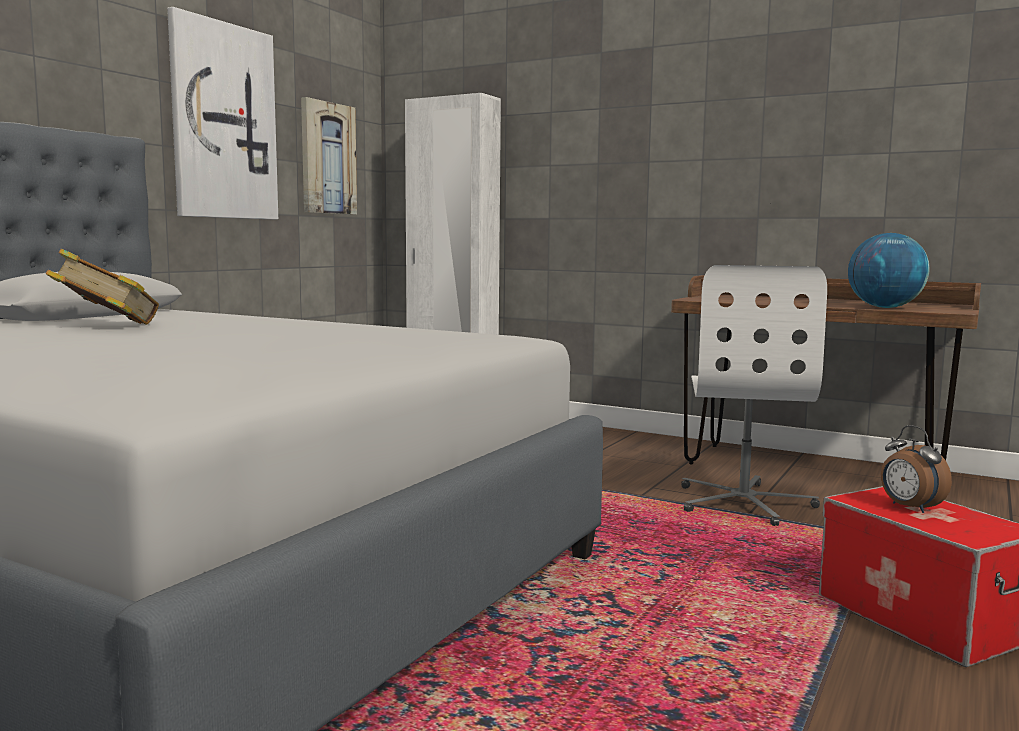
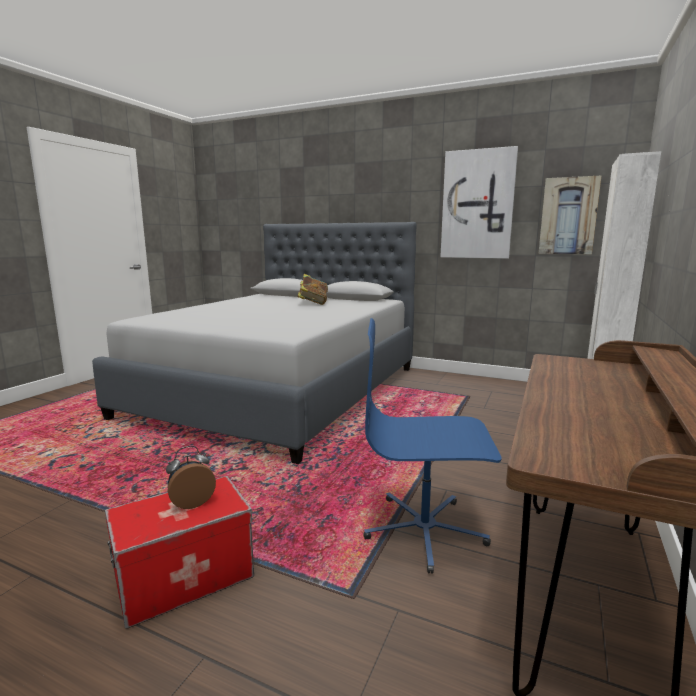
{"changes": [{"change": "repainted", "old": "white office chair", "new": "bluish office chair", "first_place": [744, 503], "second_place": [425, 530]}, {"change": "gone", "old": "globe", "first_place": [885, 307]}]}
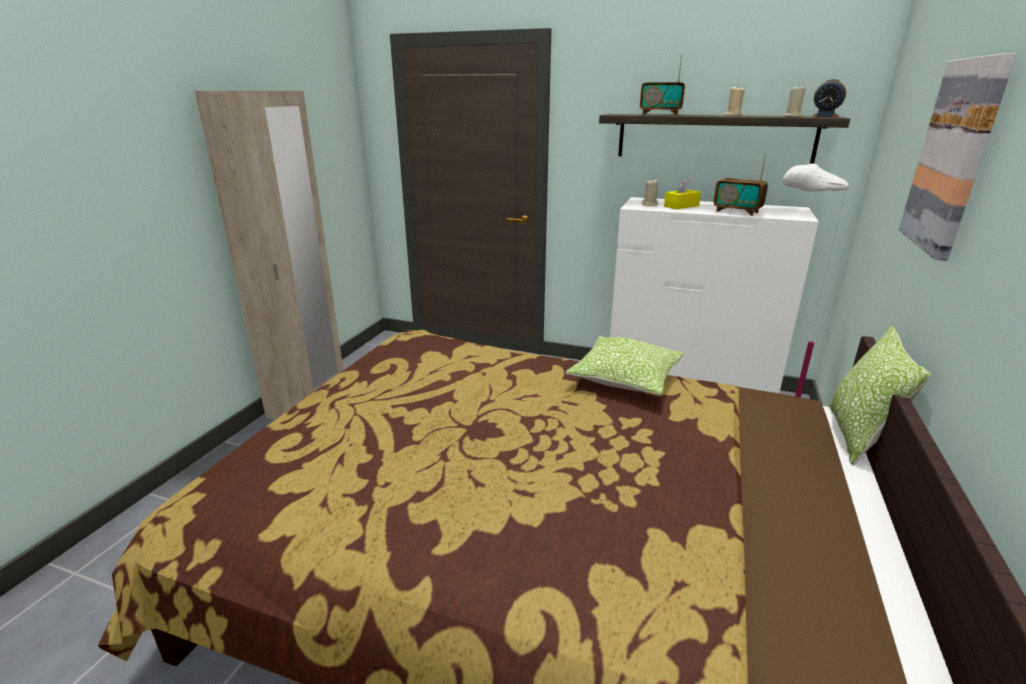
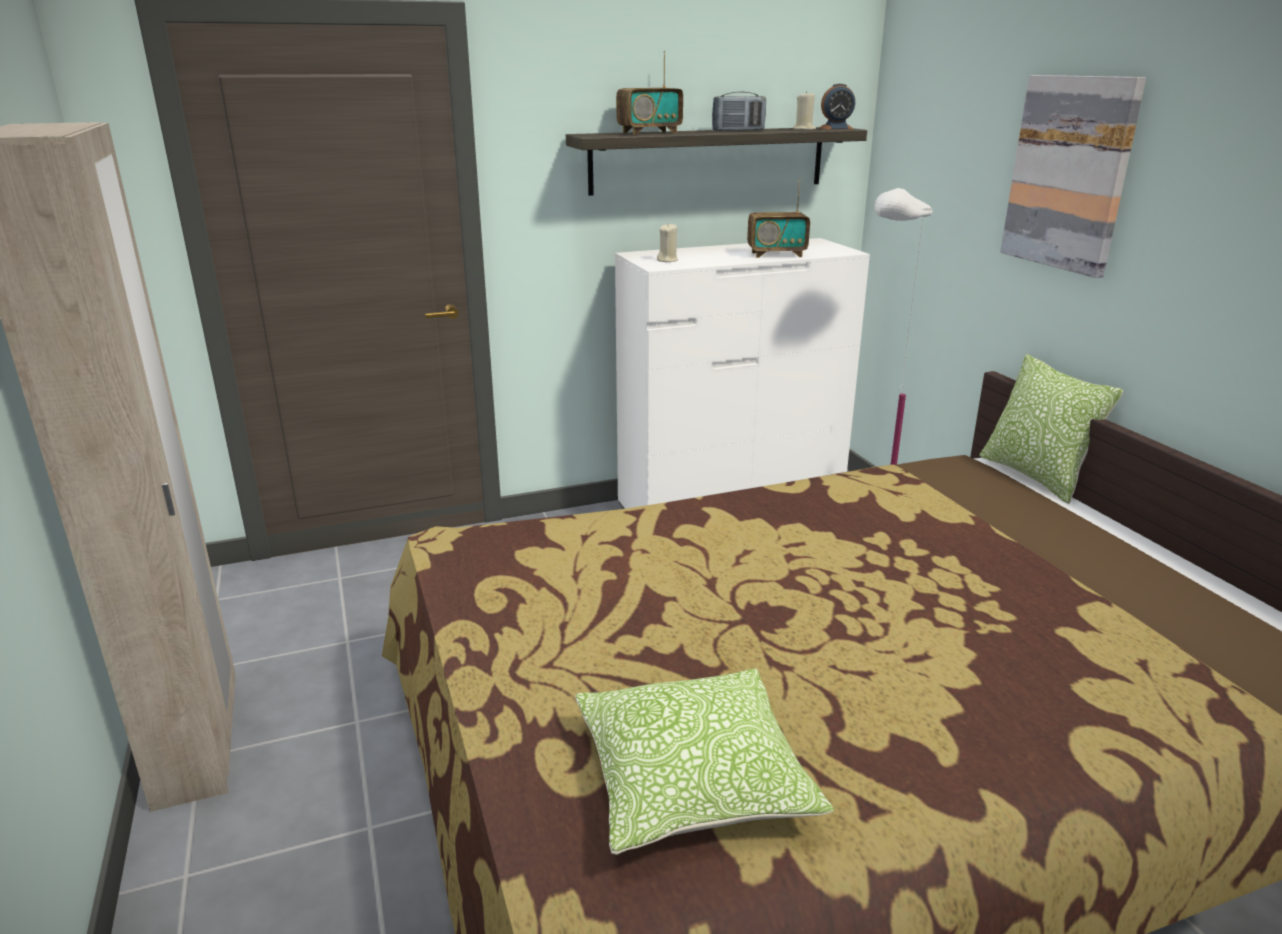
{"changes": [{"change": "shifted", "old": "pillow", "first_place": [625, 378], "second_place": [692, 779]}, {"change": "swapped", "old": "beige wax candle", "new": "radio receiver", "first_place": [733, 115], "second_place": [738, 130]}, {"change": "gone", "old": "yellowish tissue box", "first_place": [681, 206]}]}
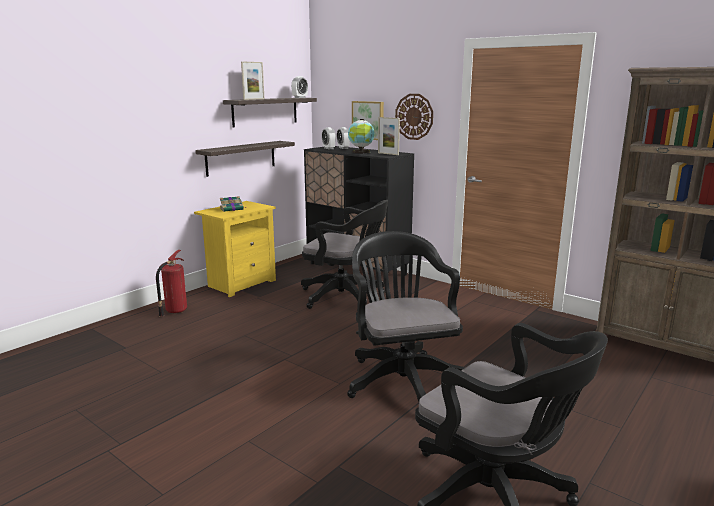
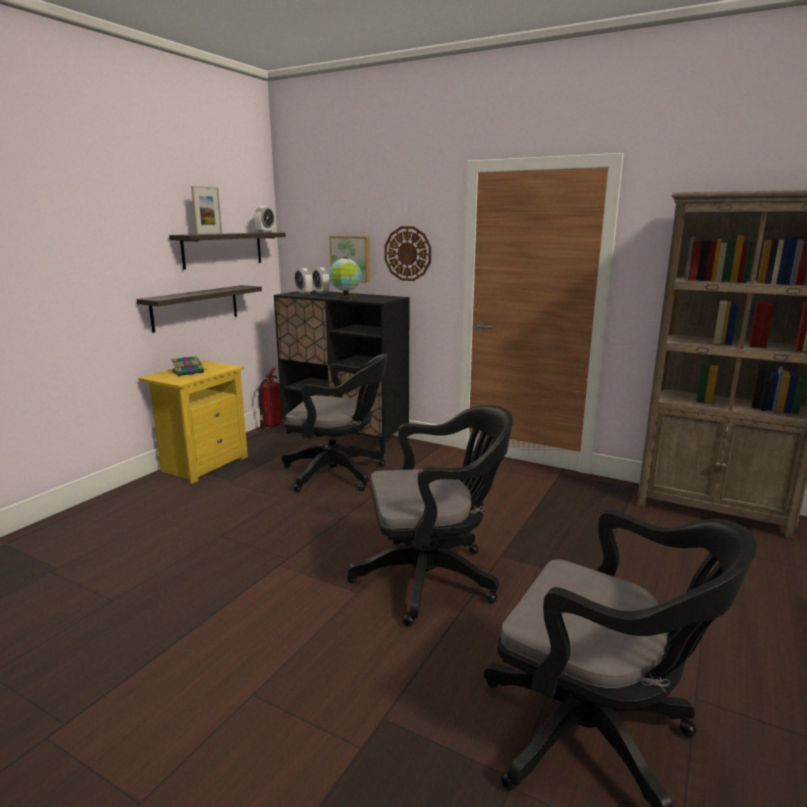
{"changes": [{"change": "shifted", "old": "fire-fighting cylinder", "first_place": [175, 311], "second_place": [271, 425]}, {"change": "rotated", "old": "black office chair", "first_place": [401, 379], "second_place": [432, 578], "degrees": 105}, {"change": "gone", "old": "photo frame", "first_place": [388, 154]}]}
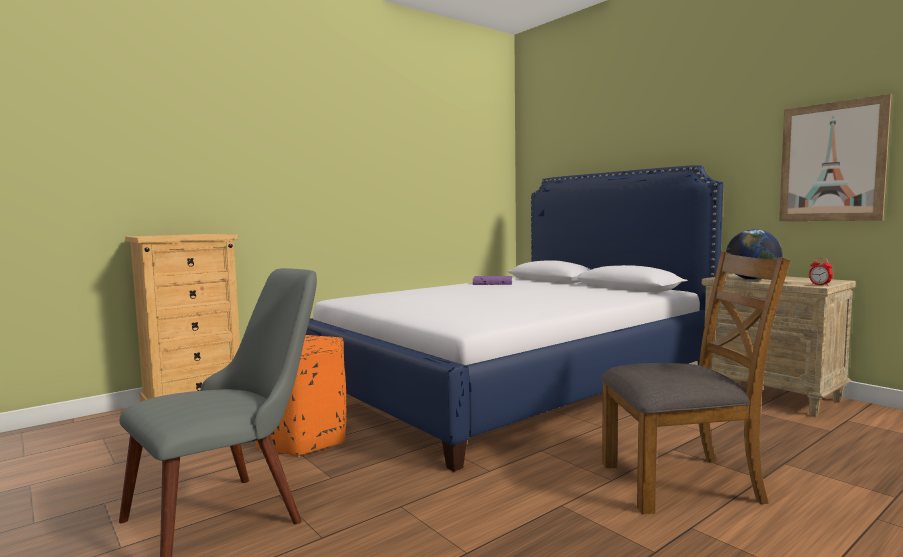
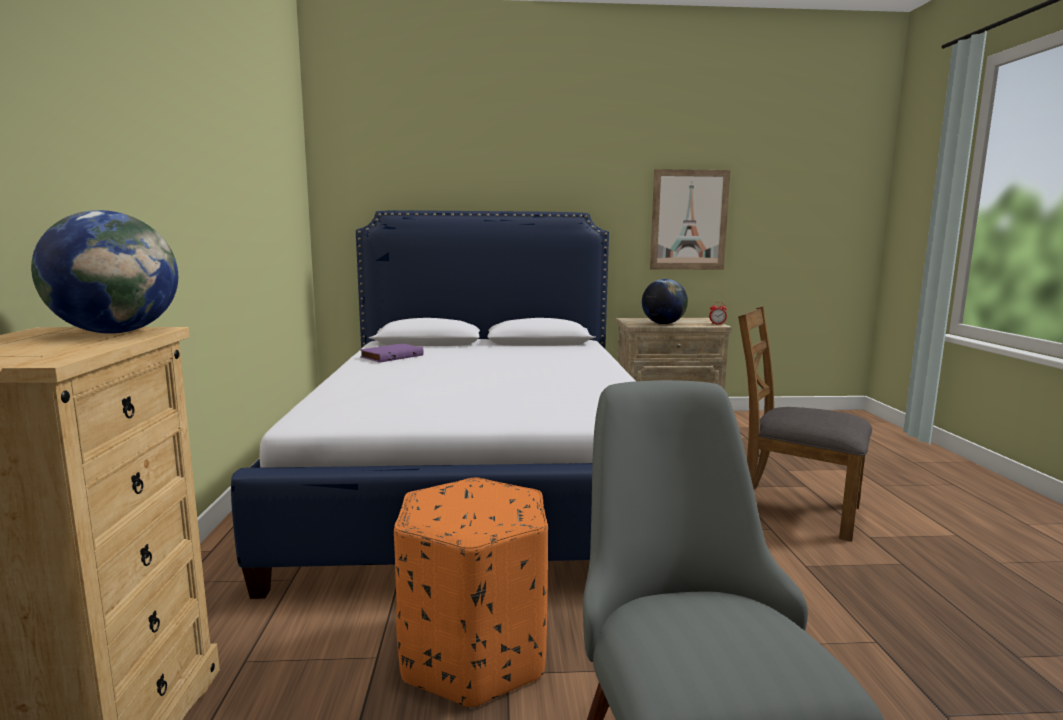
{"changes": [{"change": "new", "new": "globe", "second_place": [116, 332]}, {"change": "rotated", "old": "brown-coloured plain chair", "first_place": [681, 482], "second_place": [794, 509], "degrees": -90}]}
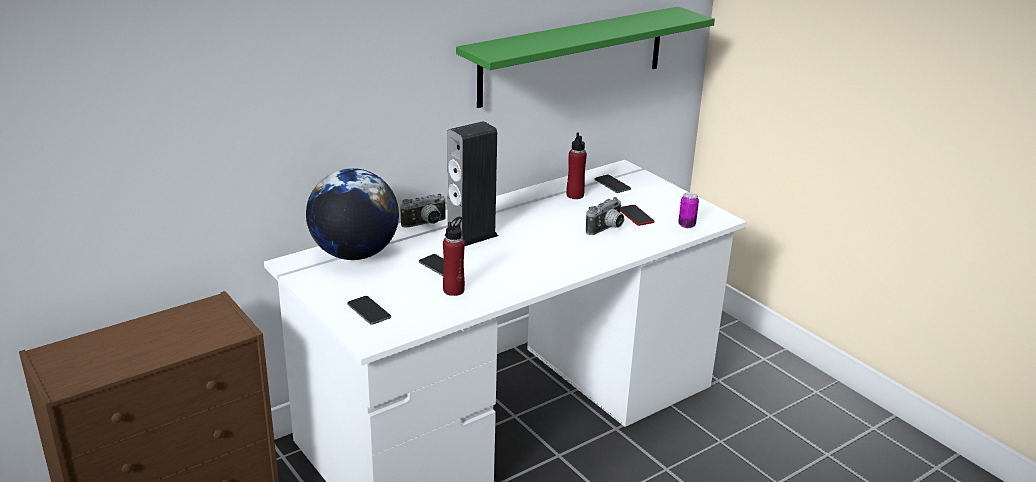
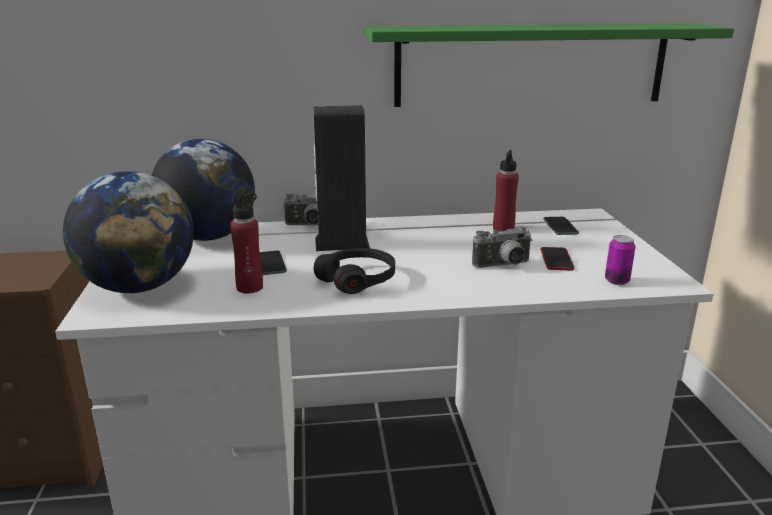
{"changes": [{"change": "swapped", "old": "phone", "new": "globe", "first_place": [369, 311], "second_place": [139, 287]}, {"change": "new", "new": "black headphones", "second_place": [357, 279]}]}
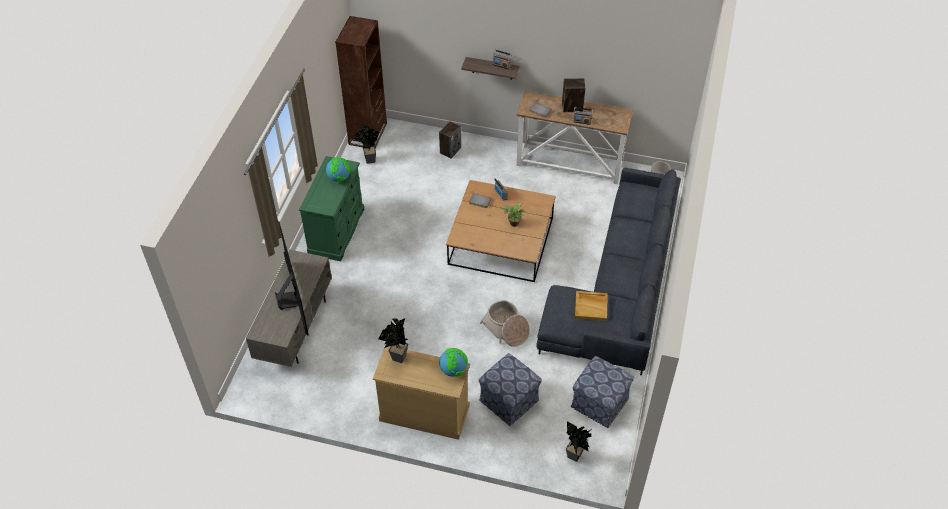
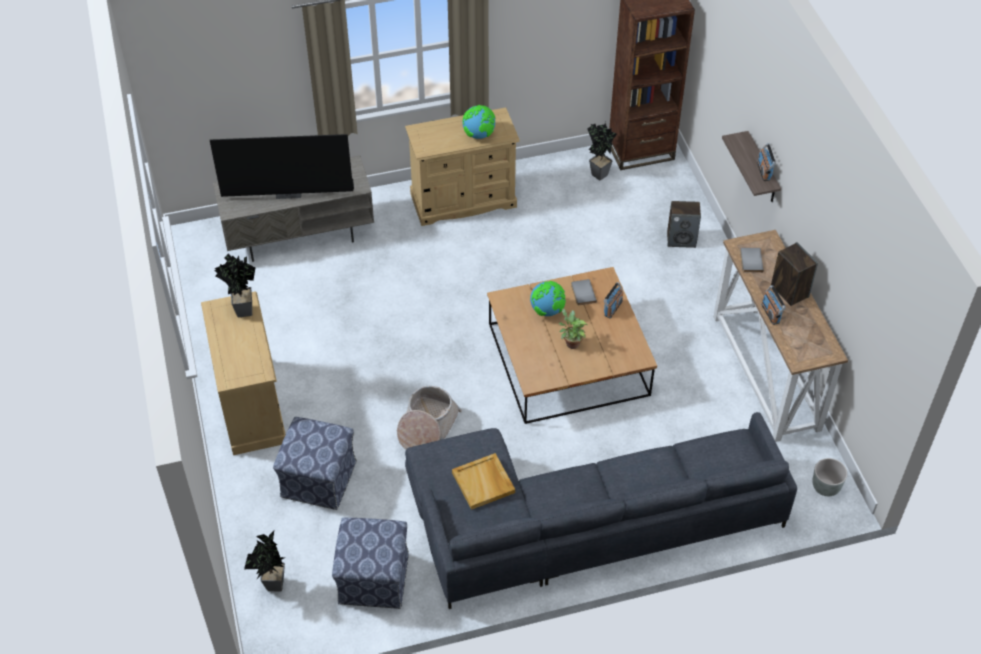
{"changes": [{"change": "rotated", "old": "television", "first_place": [291, 300], "second_place": [289, 192], "degrees": 45}, {"change": "repainted", "old": "green drawer chest", "new": "beige drawer chest", "first_place": [337, 231], "second_place": [463, 200]}, {"change": "shifted", "old": "globe", "first_place": [453, 370], "second_place": [547, 311]}]}
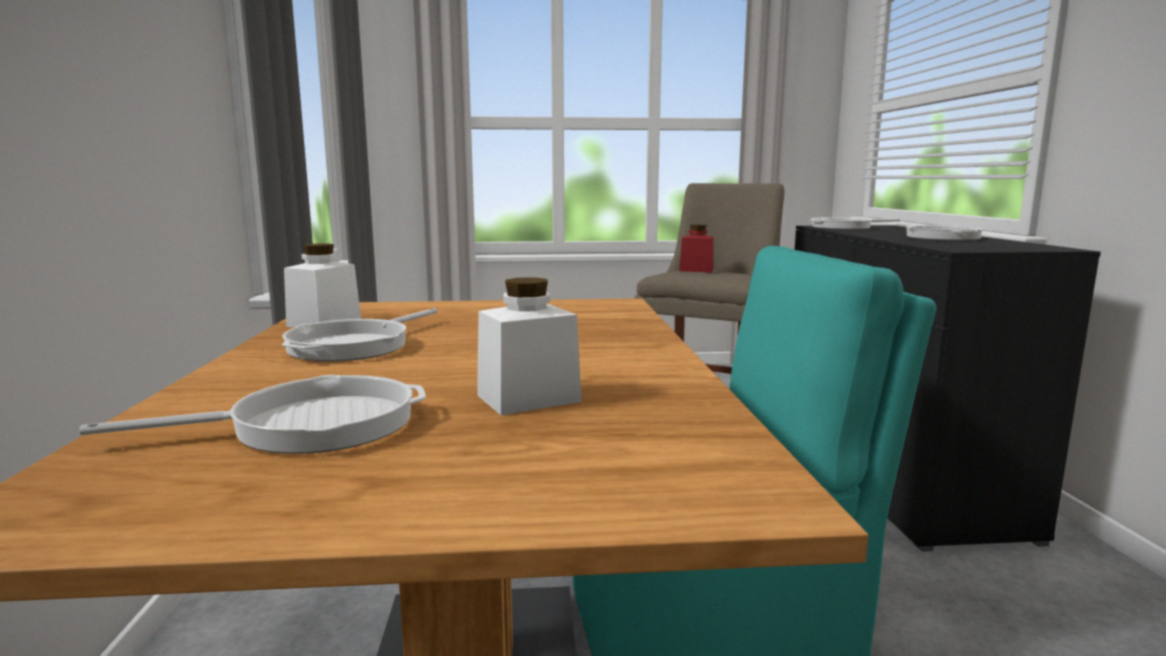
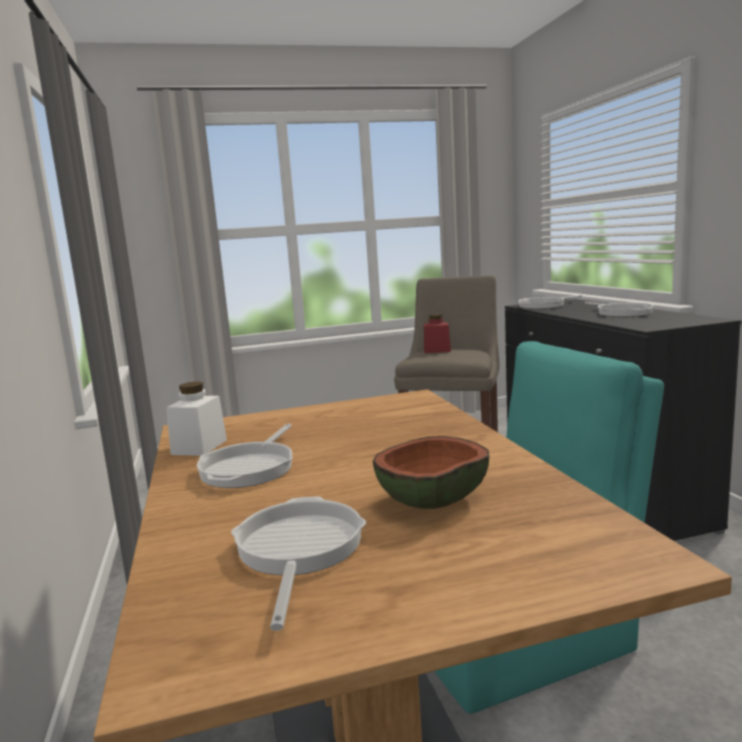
{"changes": [{"change": "rotated", "old": "skillet", "first_place": [310, 425], "second_place": [298, 550], "degrees": -60}, {"change": "swapped", "old": "white jar", "new": "serving bowl", "first_place": [528, 398], "second_place": [433, 501]}]}
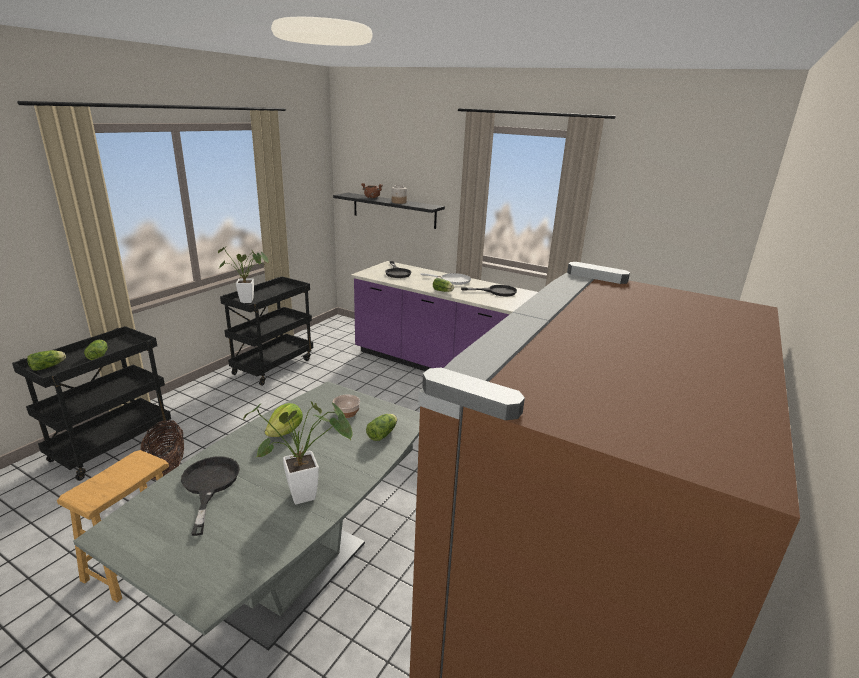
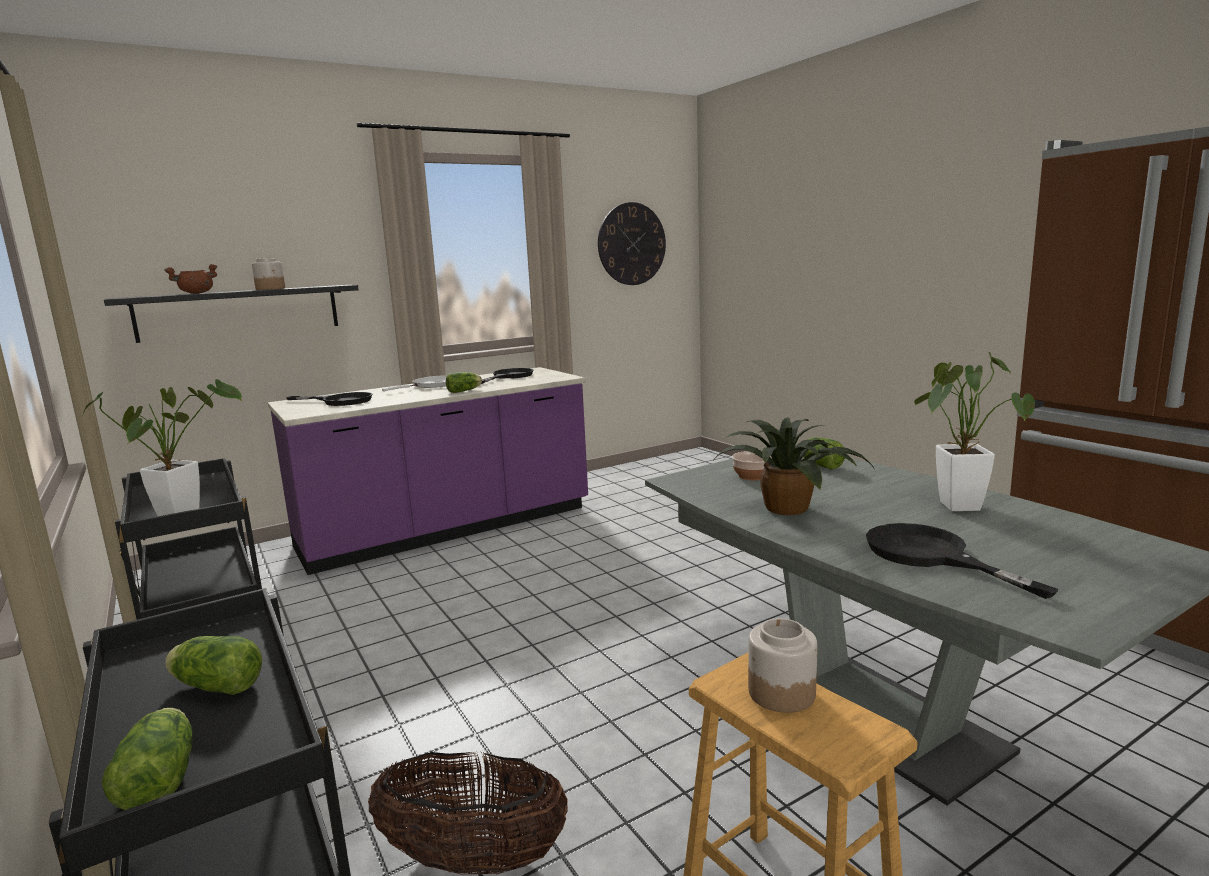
{"changes": [{"change": "new", "new": "wall clock", "second_place": [631, 244]}, {"change": "swapped", "old": "head of lettuce", "new": "houseplant", "first_place": [286, 432], "second_place": [790, 507]}, {"change": "new", "new": "jar", "second_place": [781, 692]}, {"change": "rotated", "old": "black skillet", "first_place": [209, 485], "second_place": [930, 555], "degrees": 45}]}
